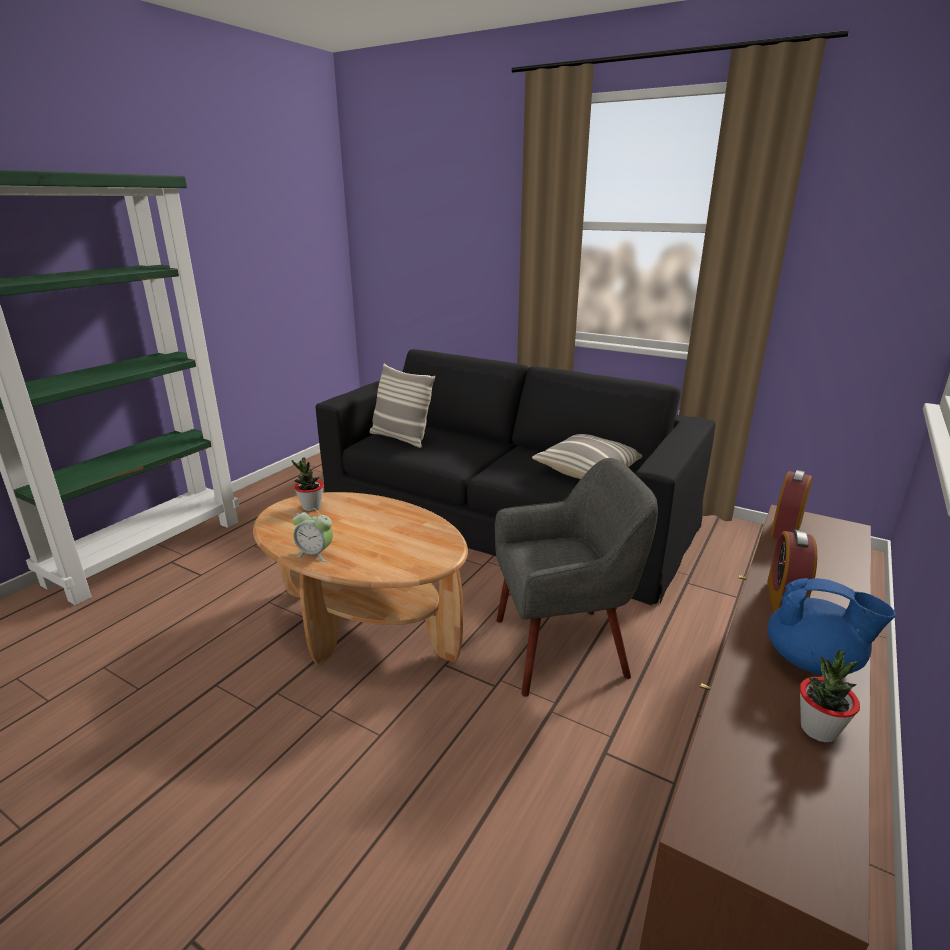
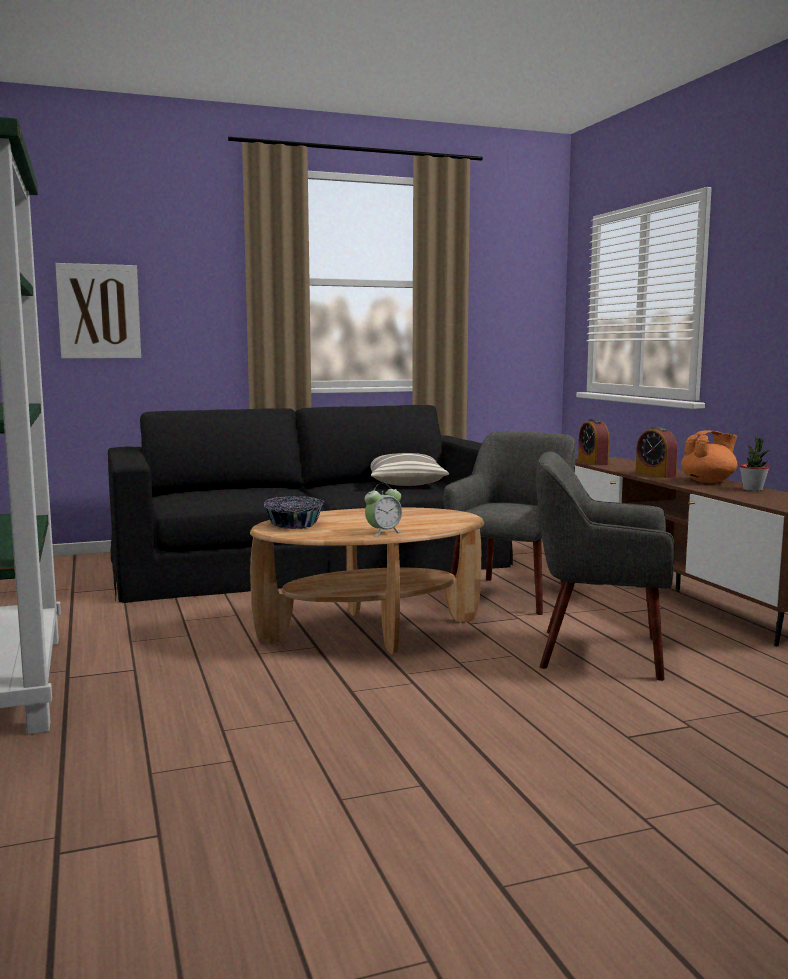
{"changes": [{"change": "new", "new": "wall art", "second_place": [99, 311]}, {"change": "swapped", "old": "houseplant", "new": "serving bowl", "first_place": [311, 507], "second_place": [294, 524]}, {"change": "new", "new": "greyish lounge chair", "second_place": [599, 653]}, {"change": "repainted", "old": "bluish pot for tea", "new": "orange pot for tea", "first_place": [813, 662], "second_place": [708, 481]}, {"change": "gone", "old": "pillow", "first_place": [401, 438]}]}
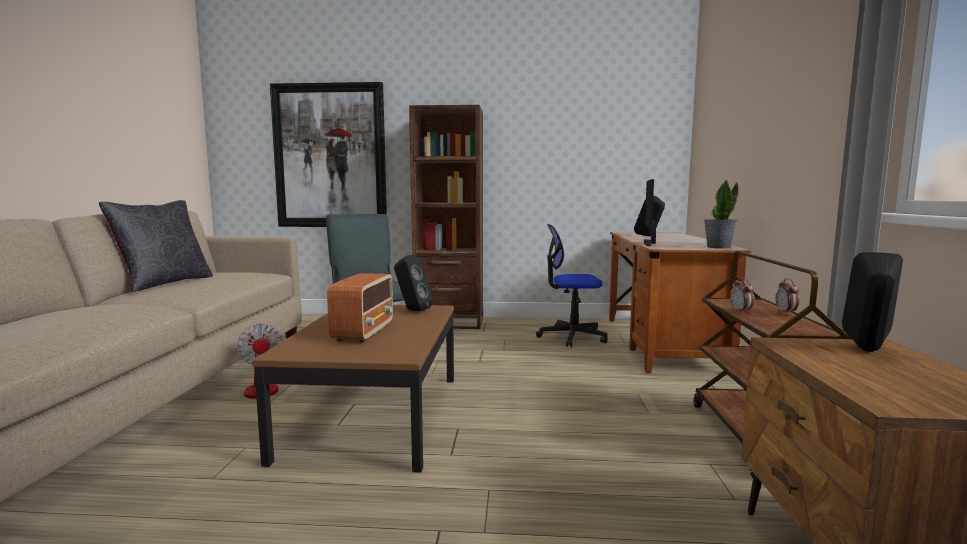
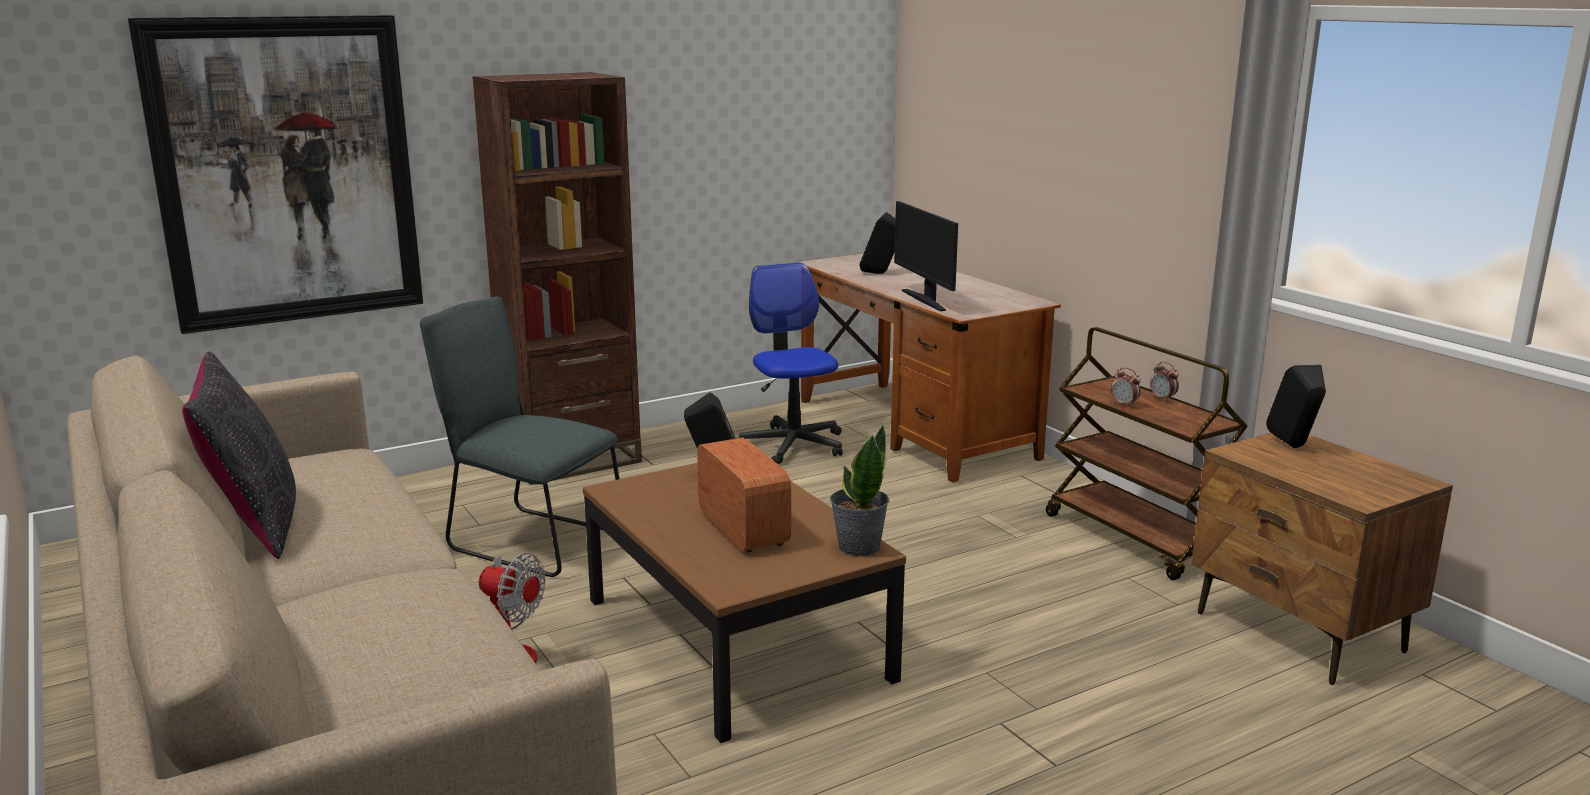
{"changes": [{"change": "rotated", "old": "office chair", "first_place": [571, 337], "second_place": [792, 445], "degrees": 105}, {"change": "shifted", "old": "houseplant", "first_place": [718, 247], "second_place": [858, 547]}]}
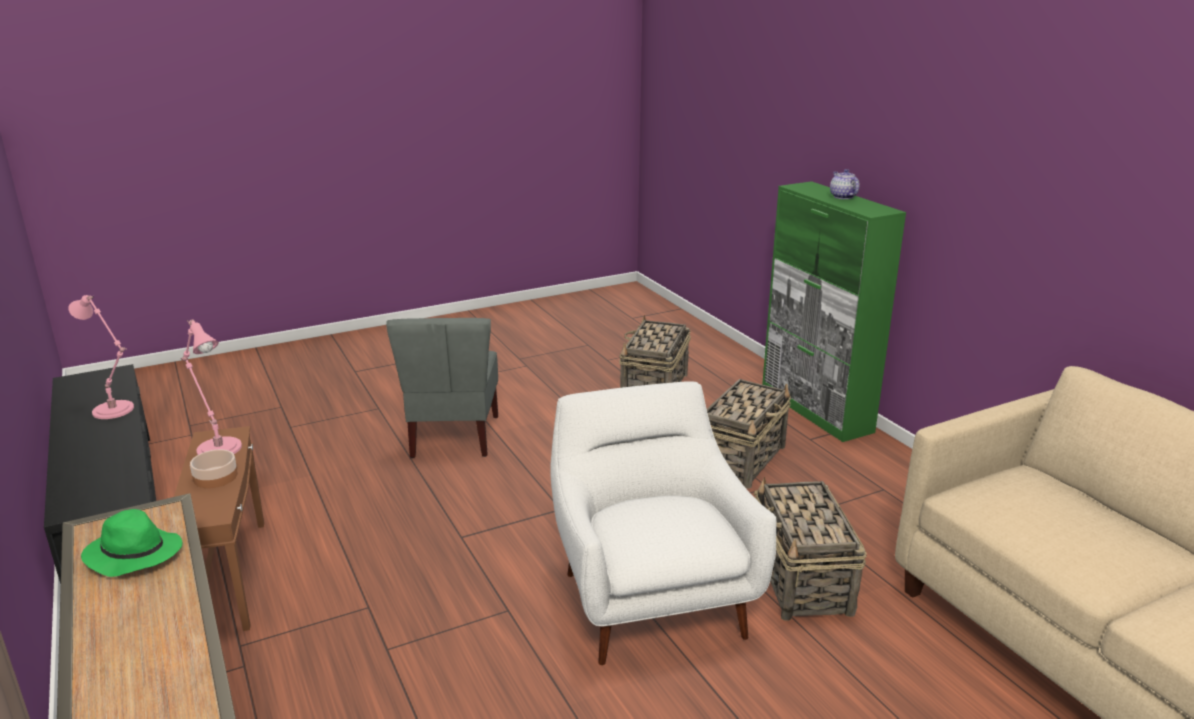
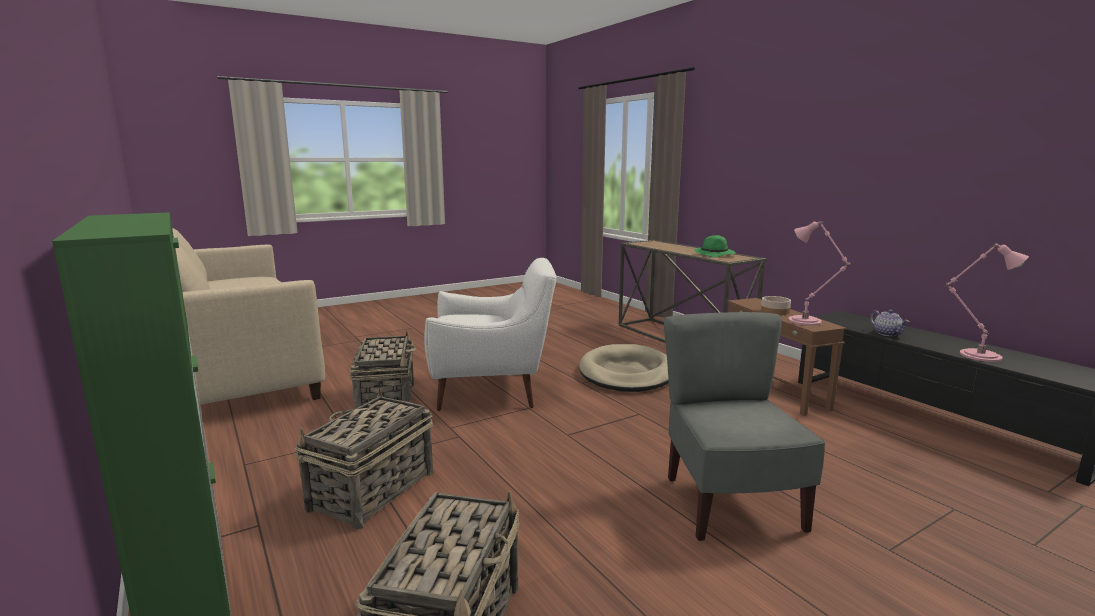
{"changes": [{"change": "rotated", "old": "white lounge chair", "first_place": [650, 598], "second_place": [493, 390], "degrees": -75}, {"change": "new", "new": "beige pet bed", "second_place": [626, 373]}, {"change": "shifted", "old": "pot for tea", "first_place": [842, 197], "second_place": [887, 333]}]}
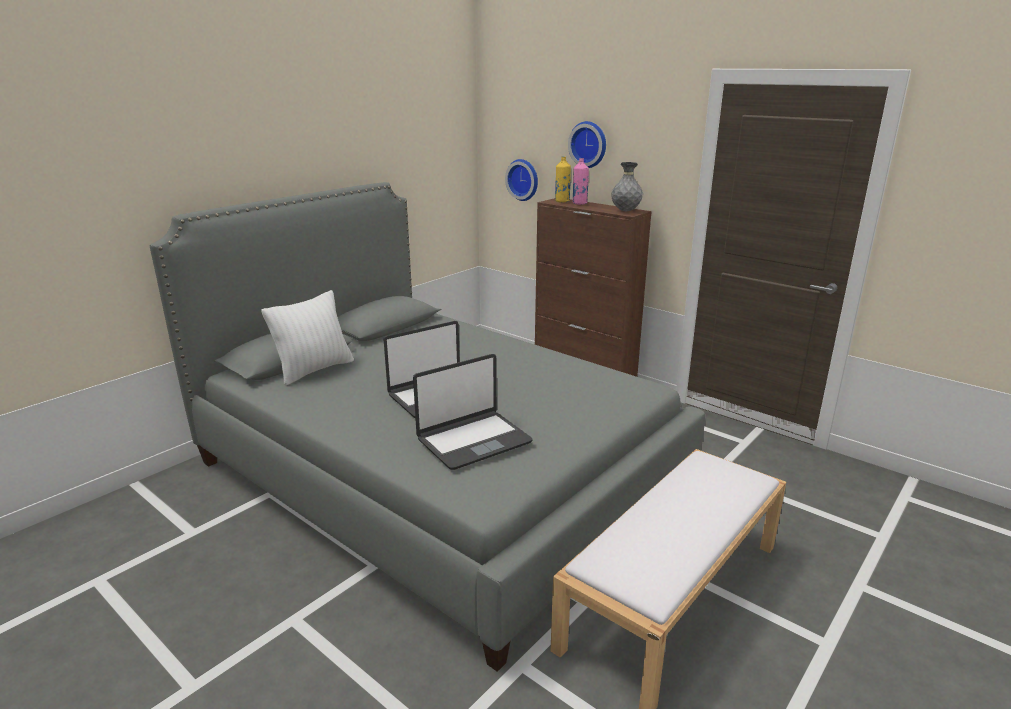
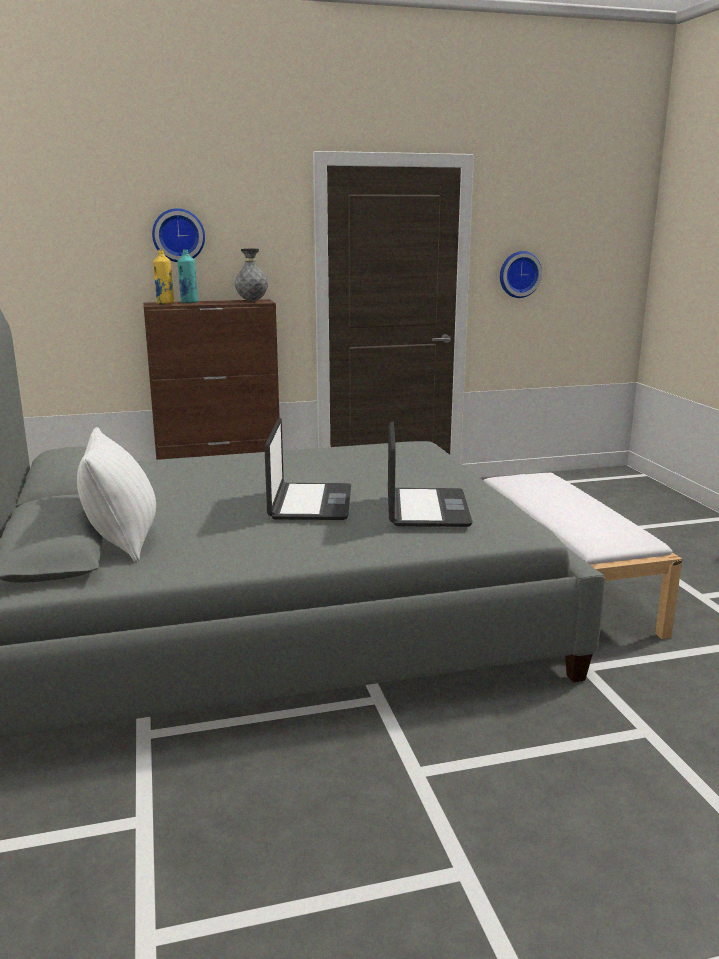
{"changes": [{"change": "repainted", "old": "pinkish beverage bottle", "new": "blue-green beverage bottle", "first_place": [579, 203], "second_place": [189, 302]}, {"change": "shifted", "old": "wall clock", "first_place": [524, 179], "second_place": [519, 274]}]}
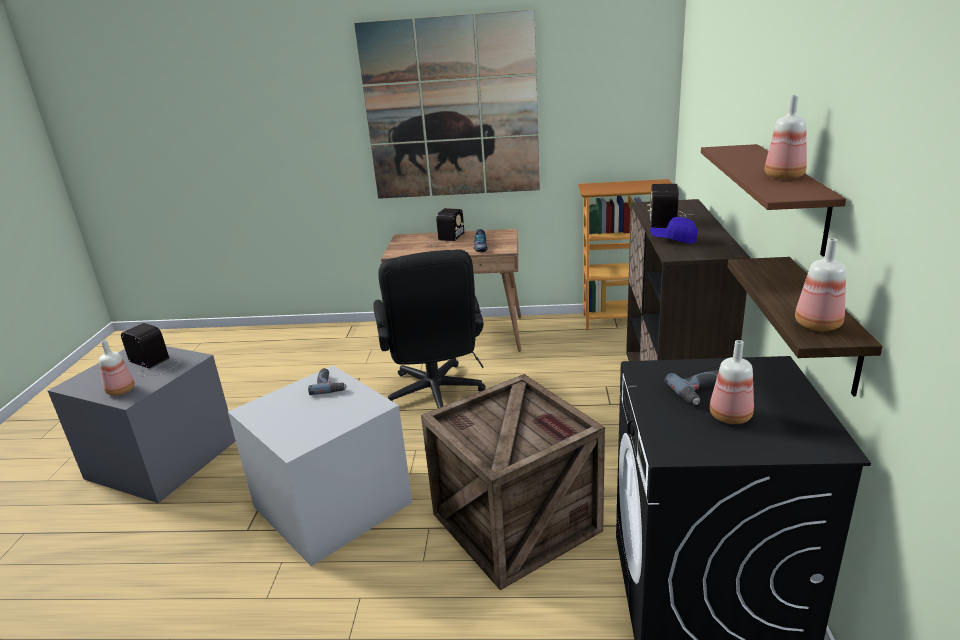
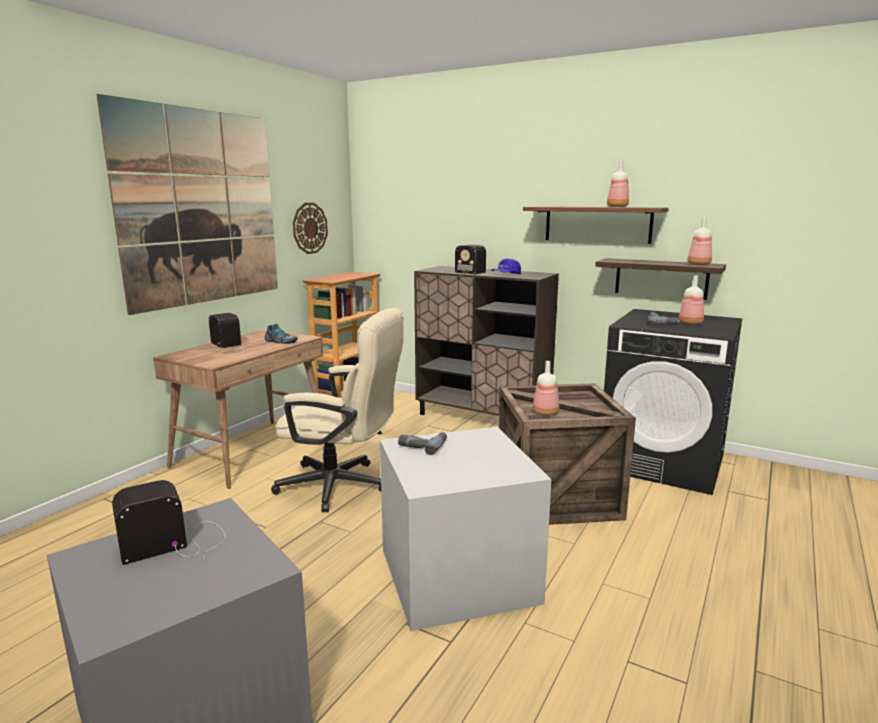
{"changes": [{"change": "repainted", "old": "black office chair", "new": "beige office chair", "first_place": [435, 396], "second_place": [343, 486]}, {"change": "new", "new": "wall clock", "second_place": [310, 228]}, {"change": "shifted", "old": "beverage bottle", "first_place": [122, 391], "second_place": [546, 412]}]}
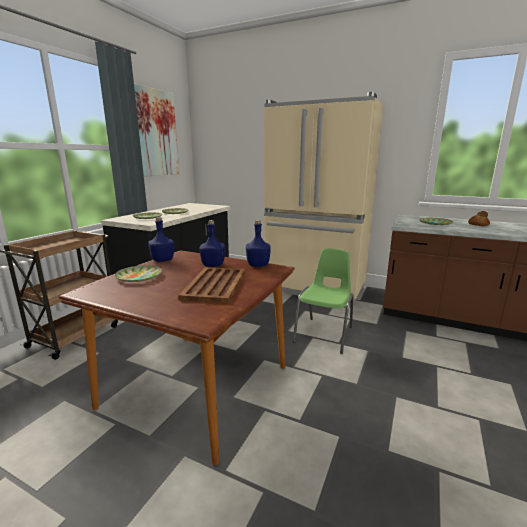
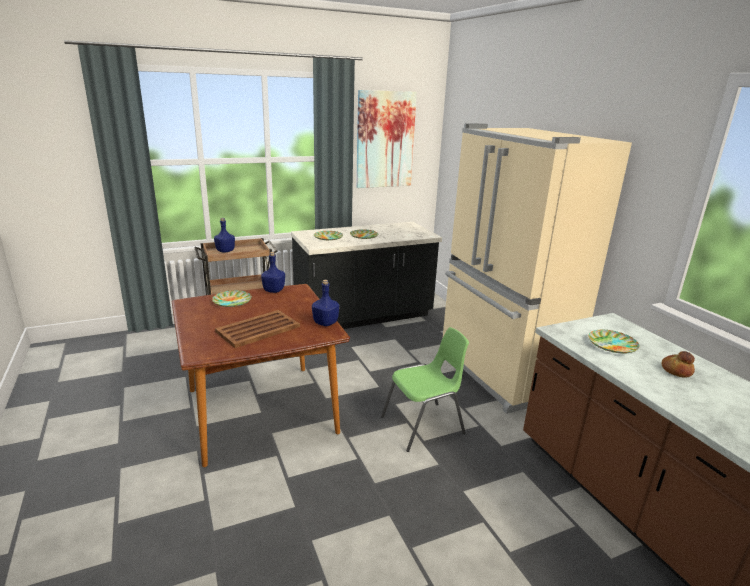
{"changes": [{"change": "shifted", "old": "bluish beverage bottle", "first_place": [212, 265], "second_place": [225, 251]}]}
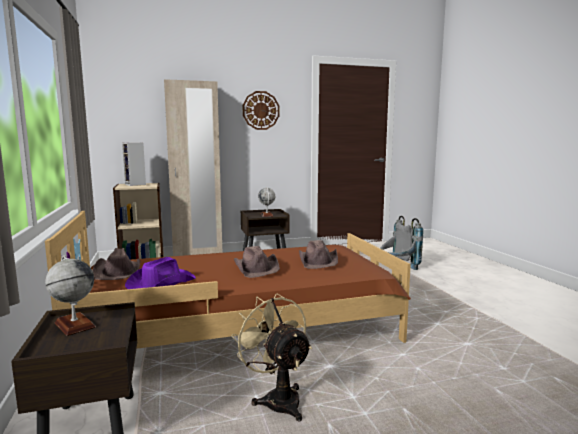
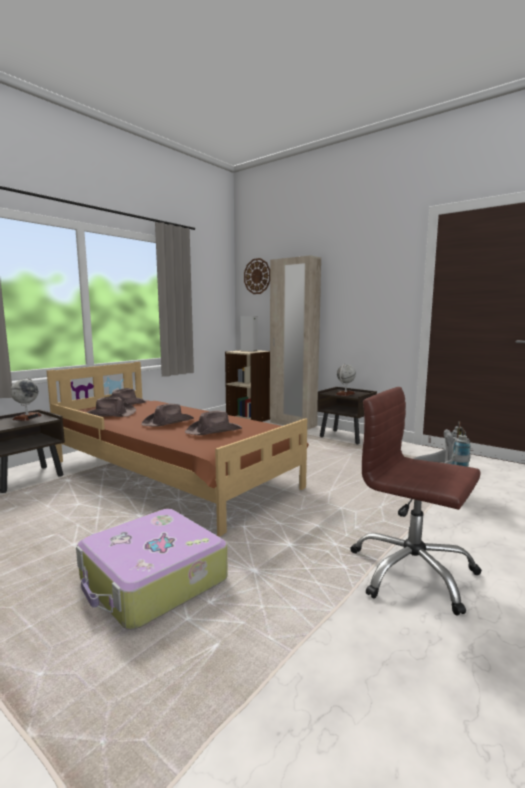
{"changes": [{"change": "new", "new": "suitcase", "second_place": [152, 580]}, {"change": "repainted", "old": "purple-coloured wearable hat", "new": "brown-coloured wearable hat", "first_place": [160, 283], "second_place": [110, 414]}, {"change": "shifted", "old": "wall clock", "first_place": [261, 110], "second_place": [257, 276]}, {"change": "new", "new": "brown-coloured office chair", "second_place": [412, 572]}, {"change": "gone", "old": "beige electric fan", "first_place": [277, 399]}]}
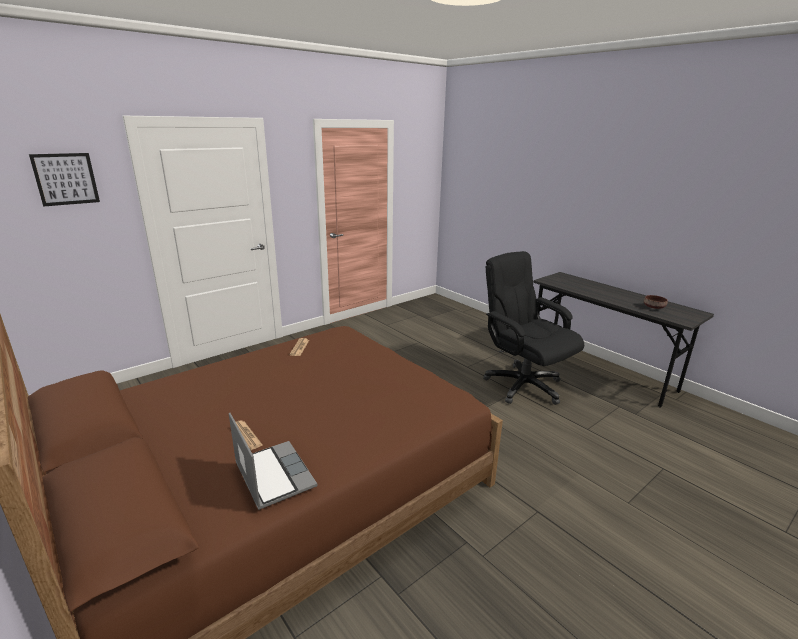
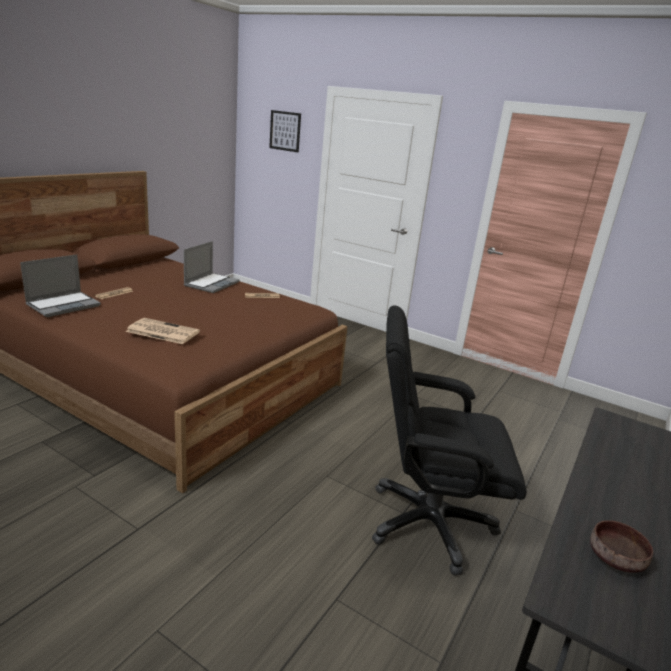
{"changes": [{"change": "new", "new": "newspaper", "second_place": [162, 332]}, {"change": "new", "new": "notebook computer", "second_place": [211, 284]}, {"change": "rotated", "old": "black office chair", "first_place": [523, 385], "second_place": [428, 522], "degrees": -120}]}
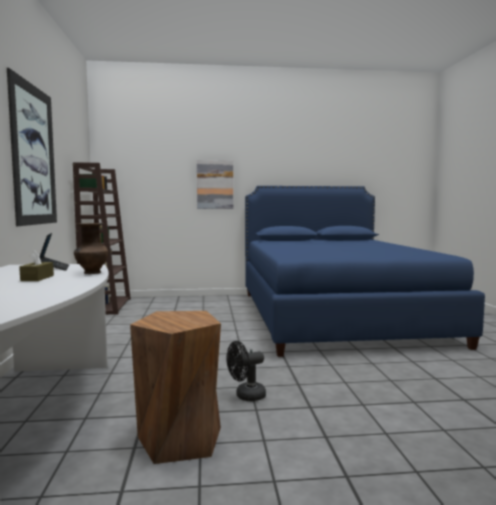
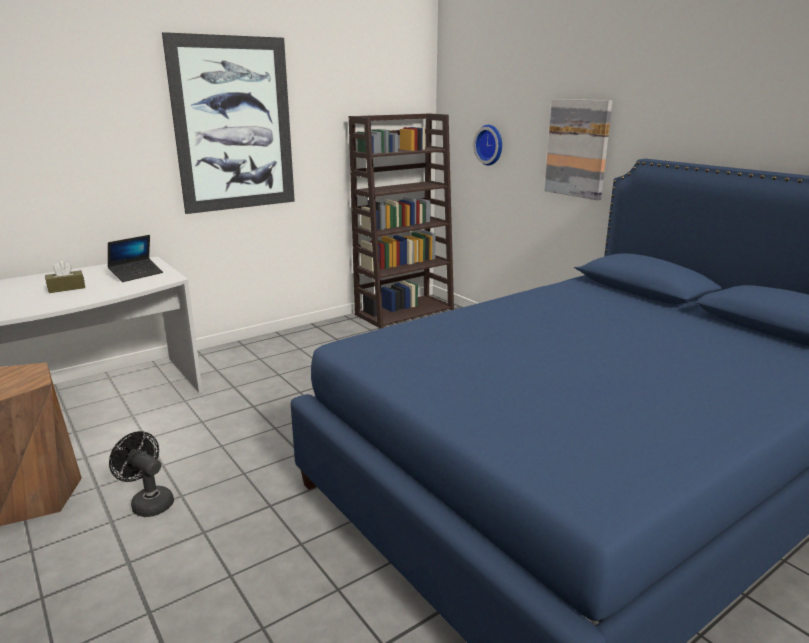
{"changes": [{"change": "new", "new": "wall clock", "second_place": [490, 145]}, {"change": "gone", "old": "brown-coloured decorative vase", "first_place": [91, 273]}]}
